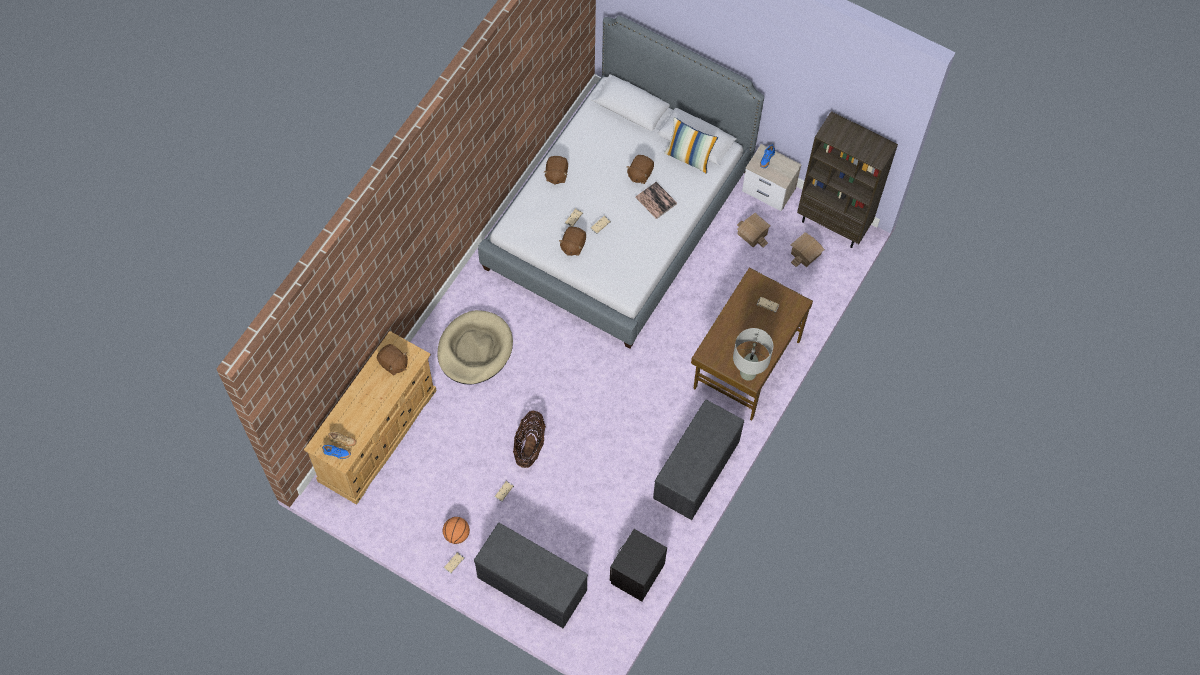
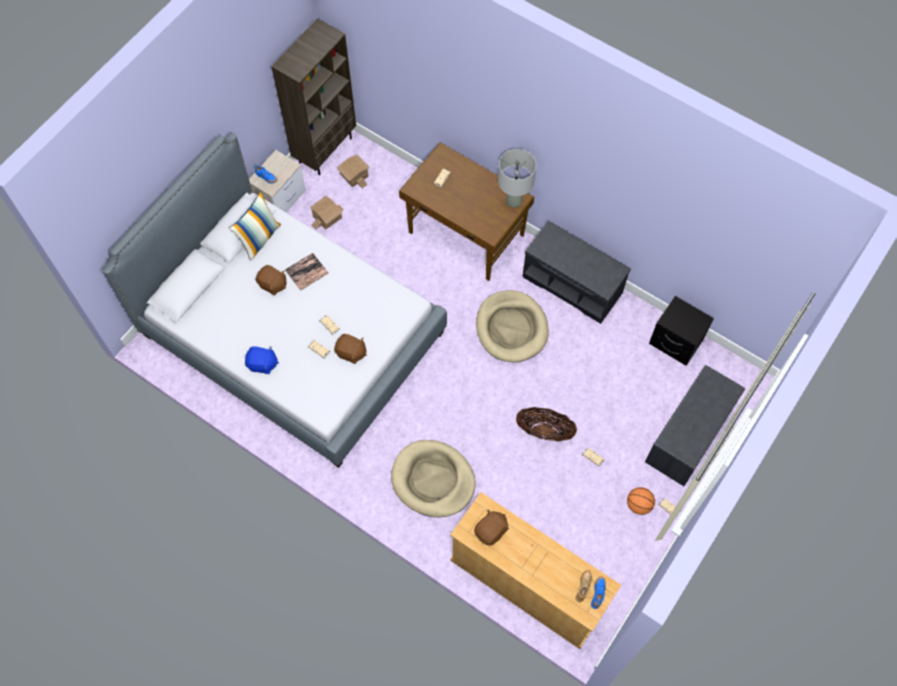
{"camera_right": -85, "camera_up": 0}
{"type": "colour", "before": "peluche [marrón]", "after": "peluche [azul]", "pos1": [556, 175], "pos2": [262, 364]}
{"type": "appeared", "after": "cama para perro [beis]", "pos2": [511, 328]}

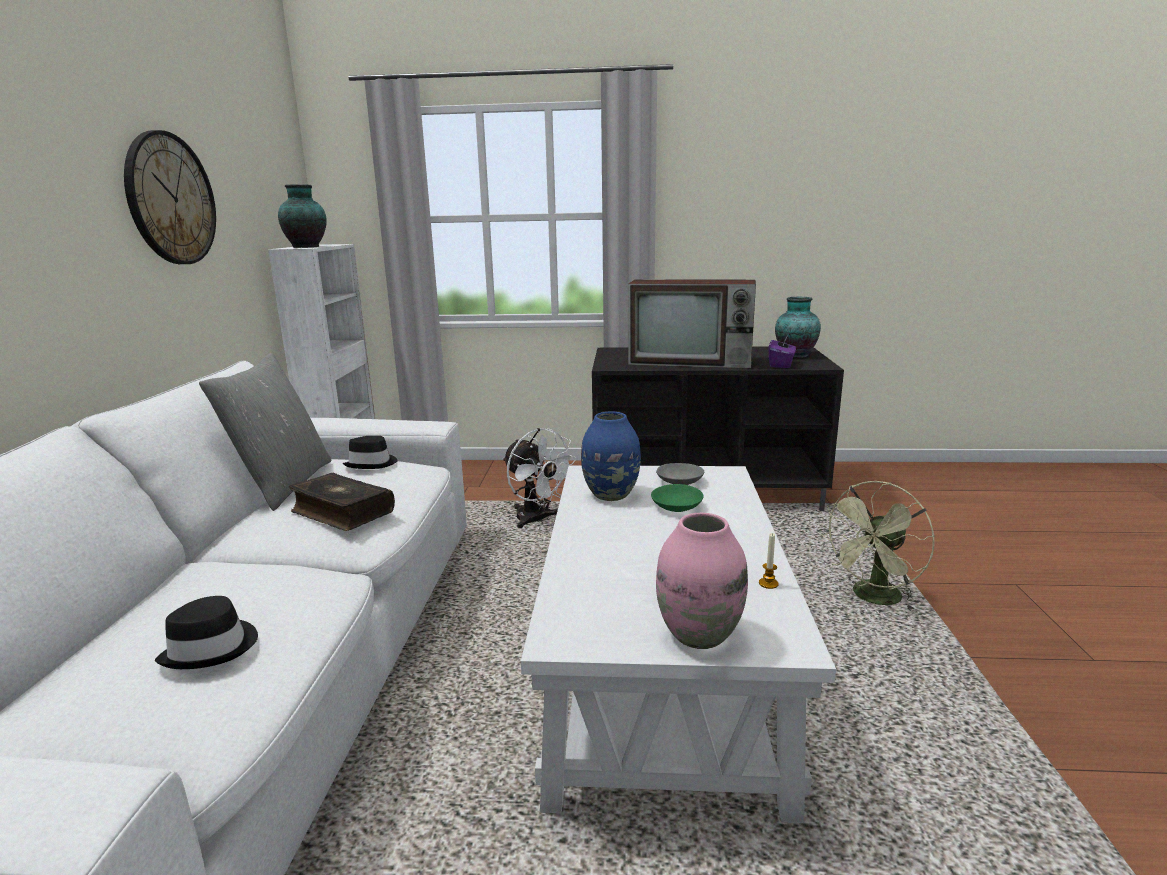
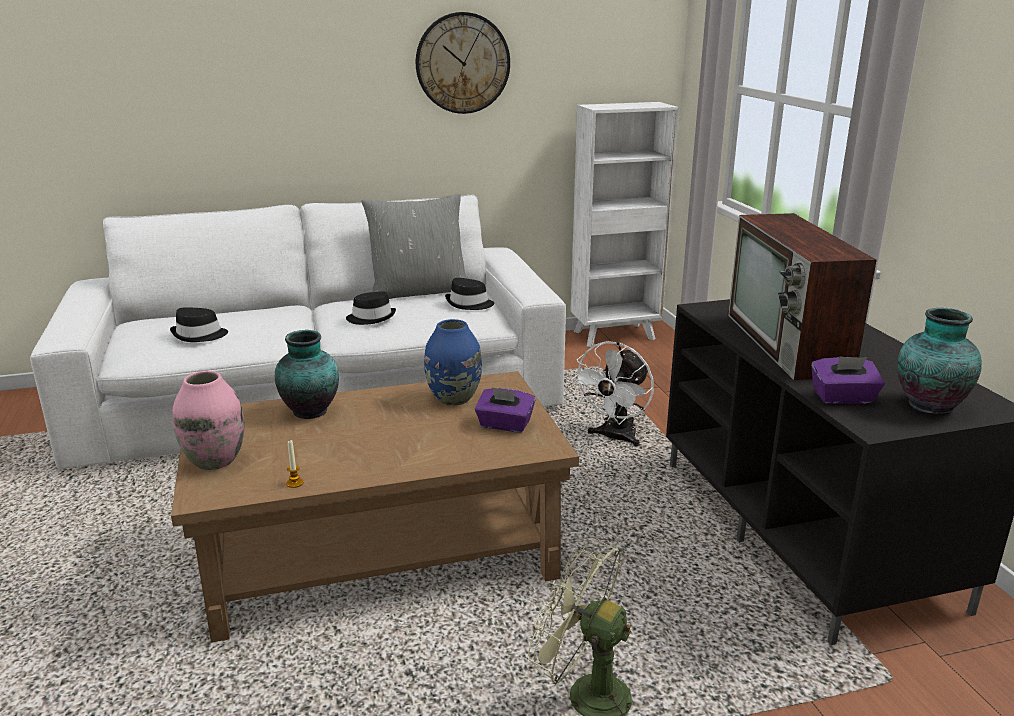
{"camera_right": 70, "camera_up": 5}
{"type": "relocated", "before": "florero", "pos1": [307, 247], "pos2": [311, 412]}
{"type": "exchanged", "before": "libro", "after": "sombrero [negro]", "pos1": [341, 512], "pos2": [371, 318]}
{"type": "colour", "before": "mesa de centro [blanco]", "after": "mesa de centro [marrón]", "pos1": [659, 671], "pos2": [381, 551]}
{"type": "missing", "before": "cuenco [verde]", "pos1": [676, 507]}
{"type": "exchanged", "before": "cuenco [gris]", "after": "caja de pañuelos [morado]", "pos1": [679, 482], "pos2": [504, 425]}

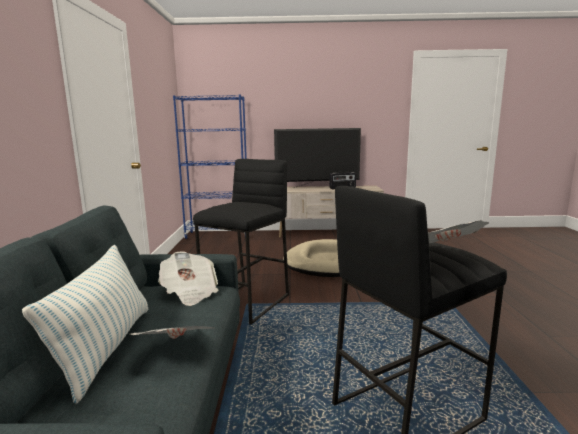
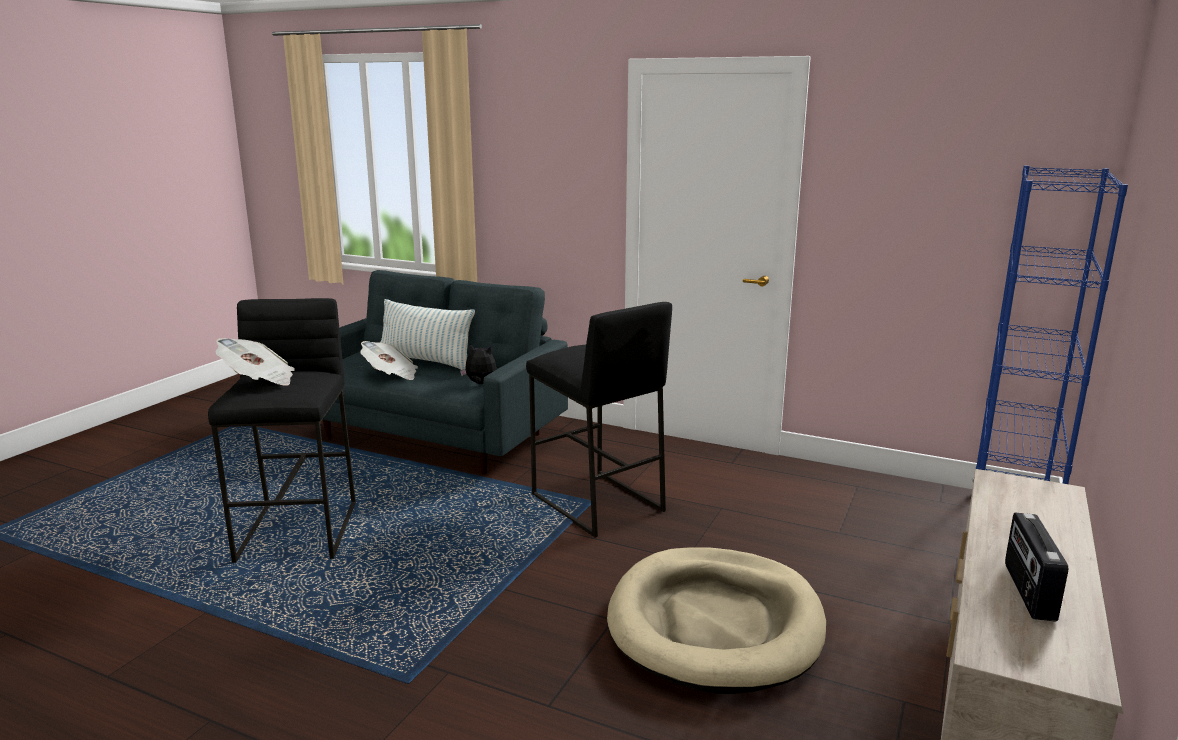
{"camera_right": 115, "camera_up": 5}
{"type": "exchanged", "before": "periódico", "after": "peluche", "pos1": [190, 292], "pos2": [480, 384]}
{"type": "missing", "before": "televisor", "pos1": [317, 187]}

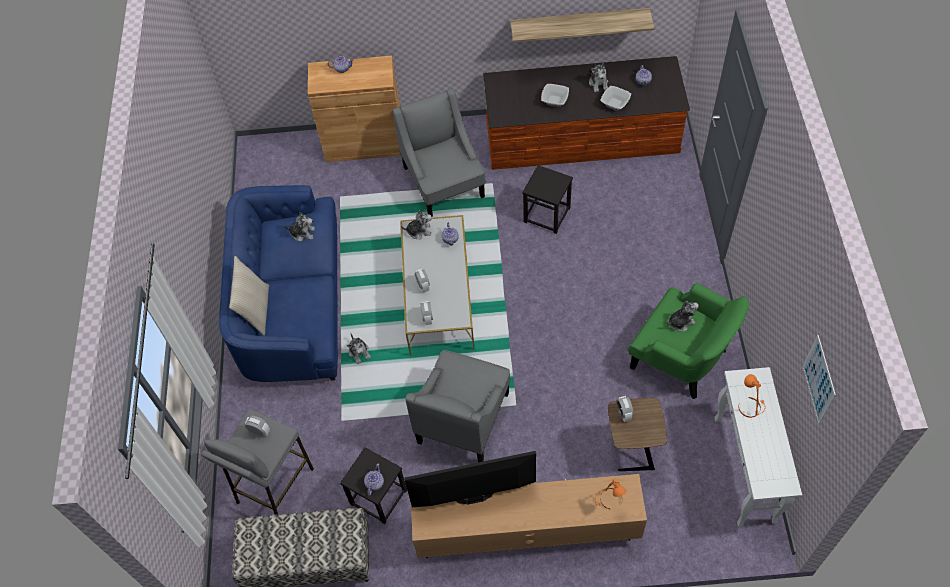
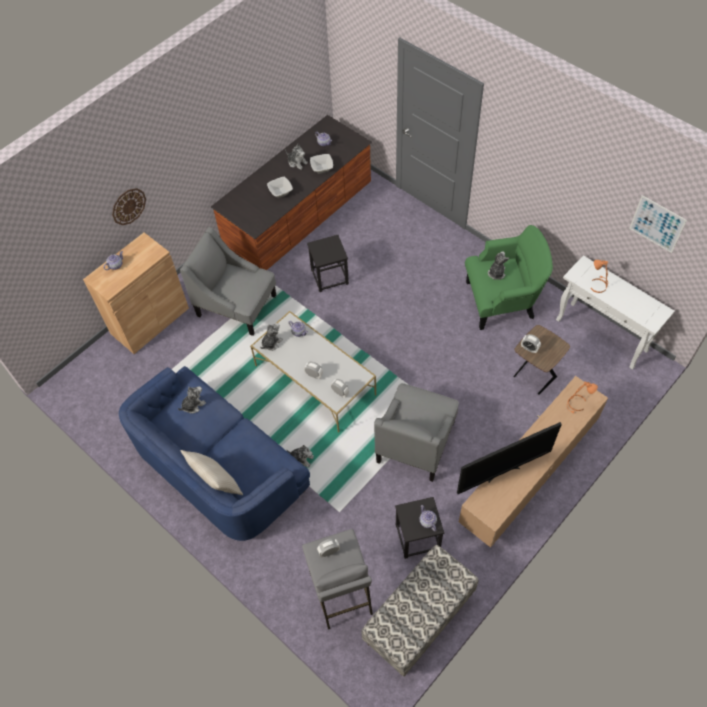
{"camera_right": -45, "camera_up": 0}
{"type": "spun", "before": "televisor", "pos1": [474, 498], "pos2": [502, 472], "turn": -150}
{"type": "spun", "before": "sillón [gris]", "pos1": [463, 417], "pos2": [415, 442], "turn": 45}
{"type": "missing", "before": "estante", "pos1": [579, 23]}
{"type": "appeared", "after": "reloj de pared", "pos2": [128, 206]}

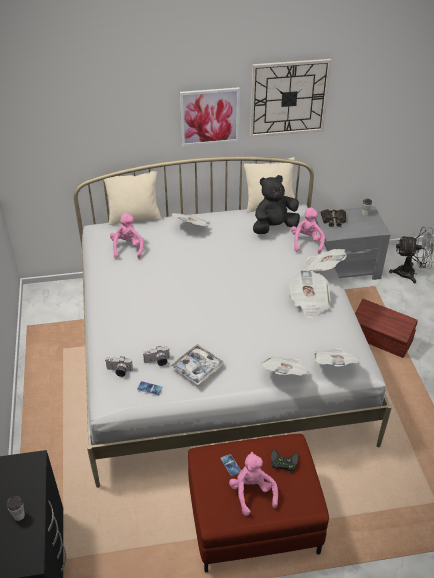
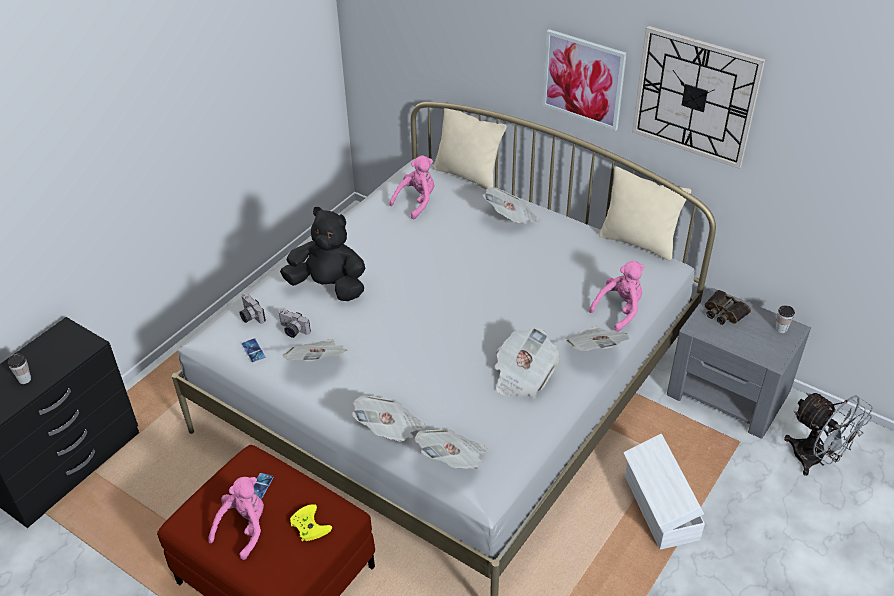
{"camera_right": 45, "camera_up": 0}
{"type": "exchanged", "before": "bandeja", "after": "periódico", "pos1": [197, 368], "pos2": [318, 362]}
{"type": "relocated", "before": "peluche [negro]", "pos1": [274, 227], "pos2": [329, 286]}
{"type": "colour", "before": "mando de consola [negro]", "after": "mando de consola [amarillo]", "pos1": [283, 462], "pos2": [308, 525]}
{"type": "colour", "before": "caja de almacenaje [marrón]", "after": "caja de almacenaje [blanco]", "pos1": [381, 339], "pos2": [660, 508]}

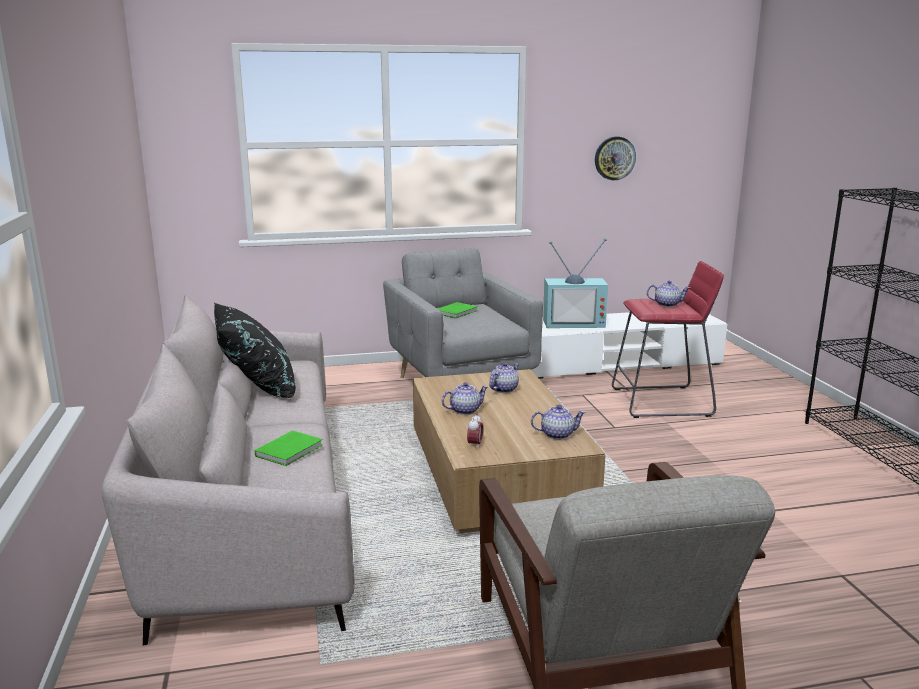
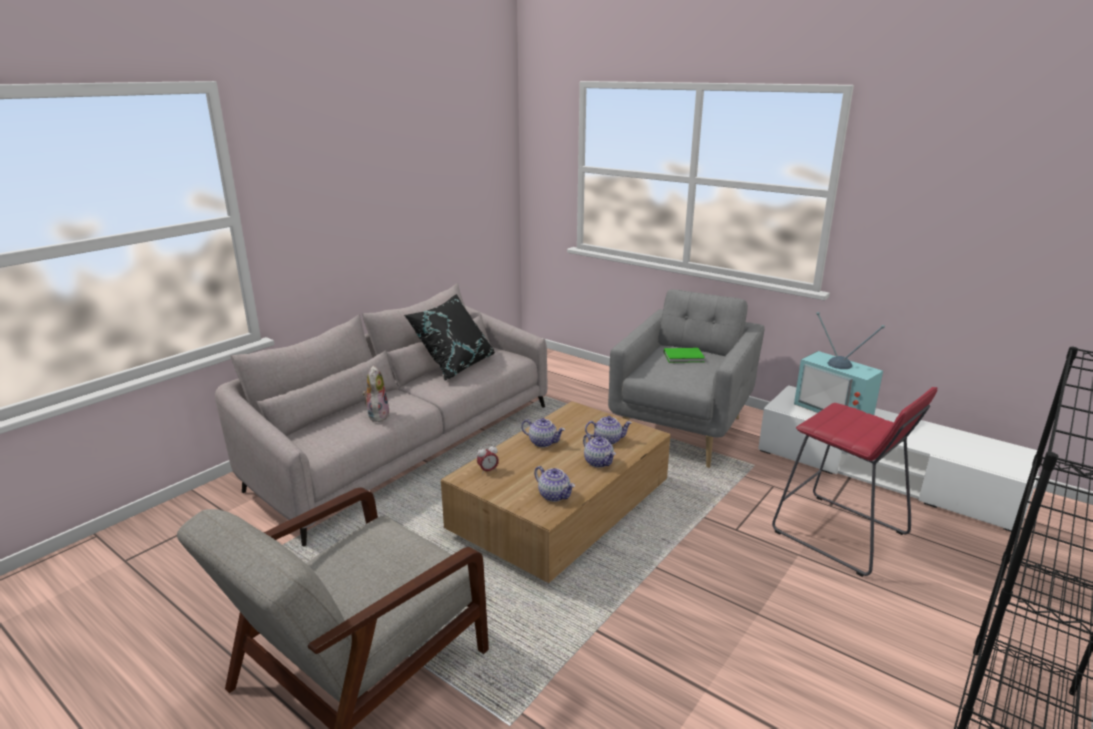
{"camera_right": 50, "camera_up": 5}
{"type": "exchanged", "before": "libro [verde]", "after": "peluche", "pos1": [291, 450], "pos2": [377, 415]}
{"type": "missing", "before": "reloj de pared", "pos1": [614, 158]}
{"type": "relocated", "before": "tetera", "pos1": [667, 304], "pos2": [599, 462]}

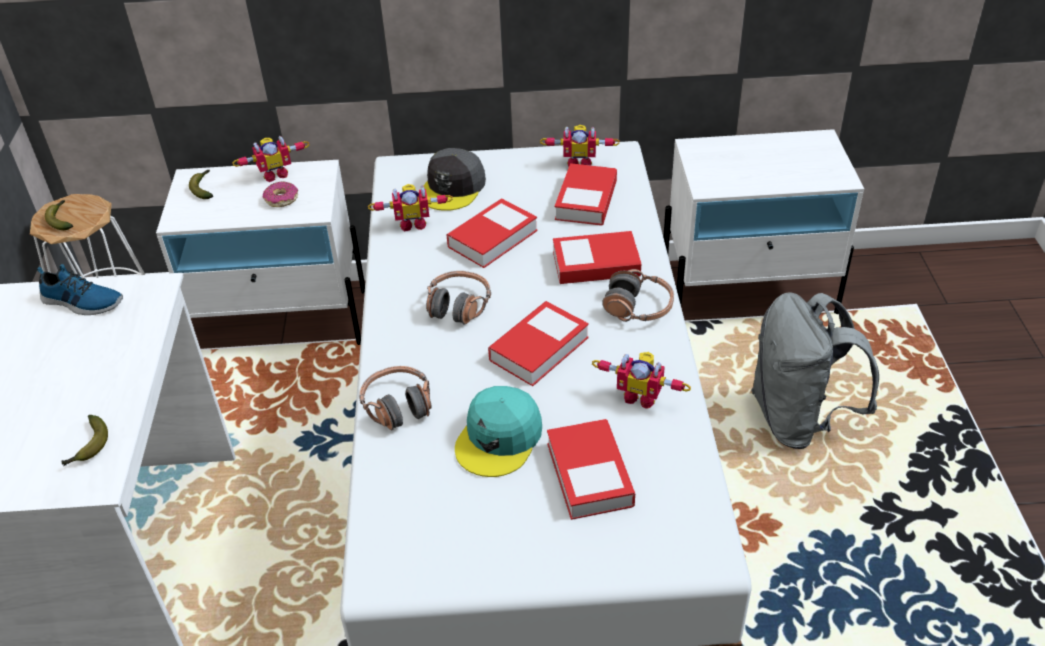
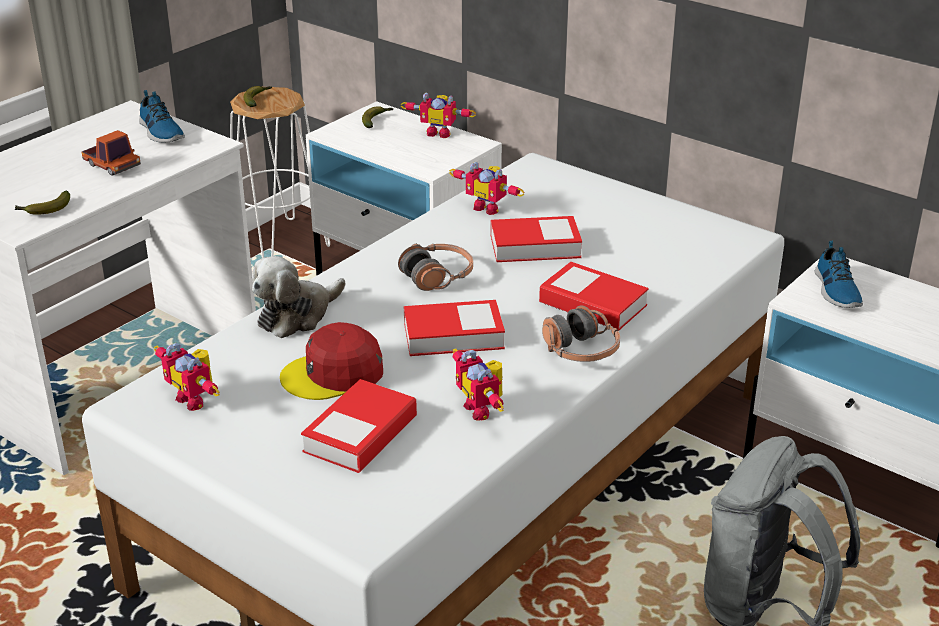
{"camera_right": 40, "camera_up": -10}
{"type": "missing", "before": "rosquilla", "pos1": [281, 199]}
{"type": "exchanged", "before": "auriculares", "after": "peluche", "pos1": [398, 406], "pos2": [297, 315]}
{"type": "missing", "before": "gorra [gris]", "pos1": [453, 188]}
{"type": "colour", "before": "gorra [turquesa]", "after": "gorra [rojo]", "pos1": [499, 438], "pos2": [333, 374]}
{"type": "relocated", "before": "robot de juguete", "pos1": [579, 162], "pos2": [195, 399]}
{"type": "missing", "before": "libro", "pos1": [586, 200]}
{"type": "appeared", "after": "camión de juguete", "pos2": [112, 165]}
{"type": "appeared", "after": "zapato", "pos2": [835, 290]}

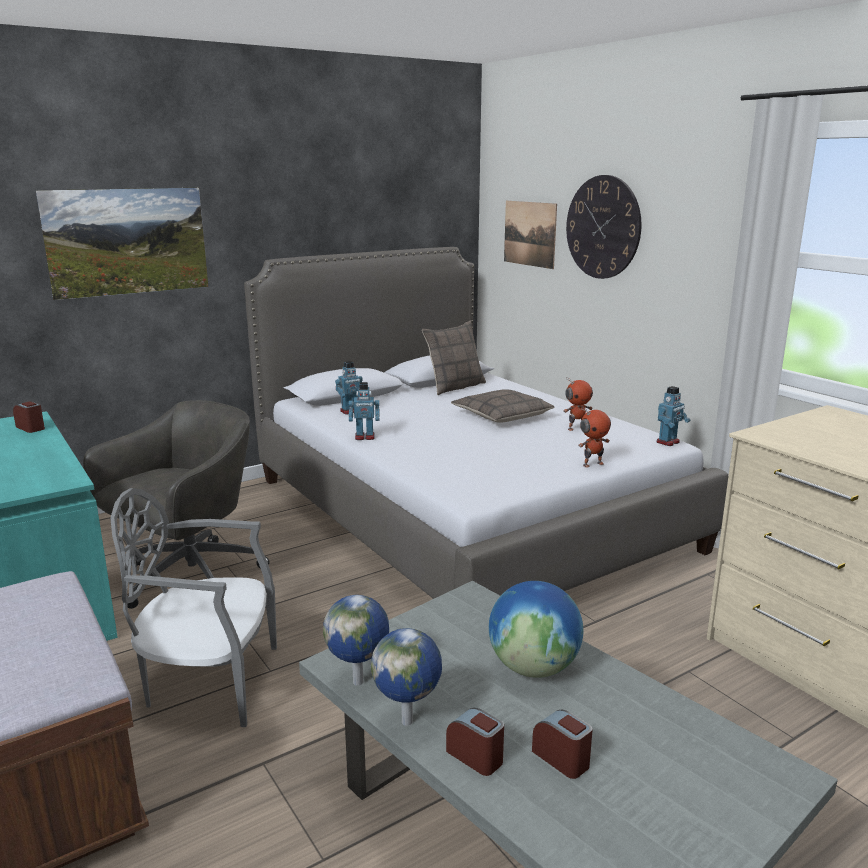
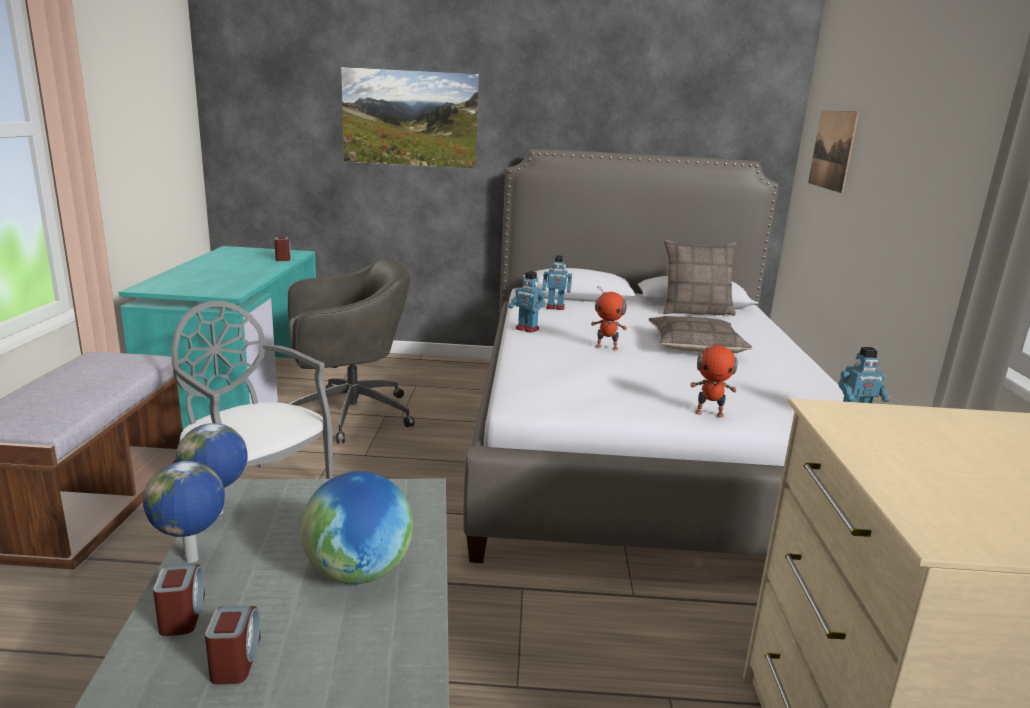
{"camera_right": 35, "camera_up": 0}
{"type": "relocated", "before": "robot de juguete", "pos1": [576, 428], "pos2": [607, 347]}
{"type": "missing", "before": "reloj de pared", "pos1": [603, 227]}

